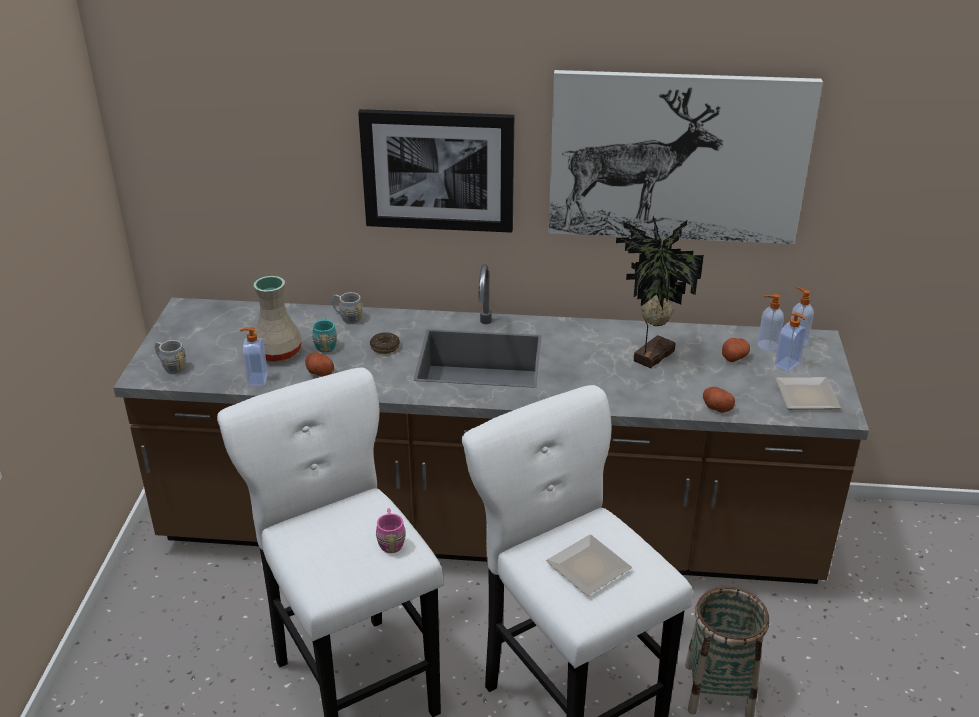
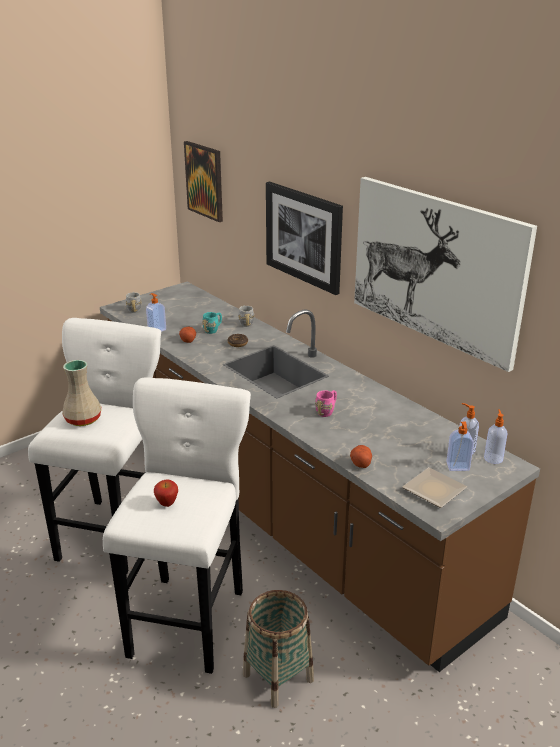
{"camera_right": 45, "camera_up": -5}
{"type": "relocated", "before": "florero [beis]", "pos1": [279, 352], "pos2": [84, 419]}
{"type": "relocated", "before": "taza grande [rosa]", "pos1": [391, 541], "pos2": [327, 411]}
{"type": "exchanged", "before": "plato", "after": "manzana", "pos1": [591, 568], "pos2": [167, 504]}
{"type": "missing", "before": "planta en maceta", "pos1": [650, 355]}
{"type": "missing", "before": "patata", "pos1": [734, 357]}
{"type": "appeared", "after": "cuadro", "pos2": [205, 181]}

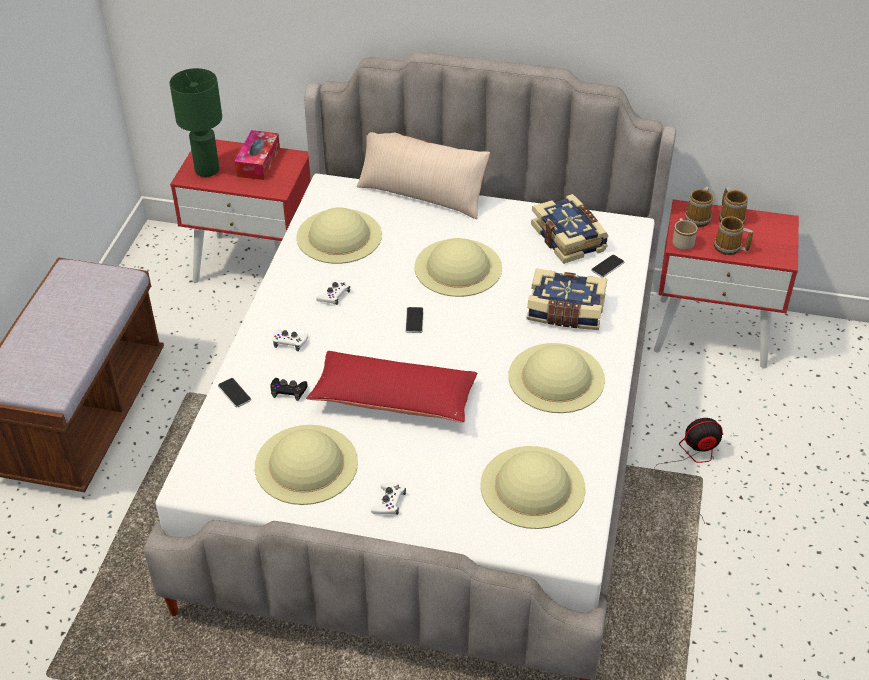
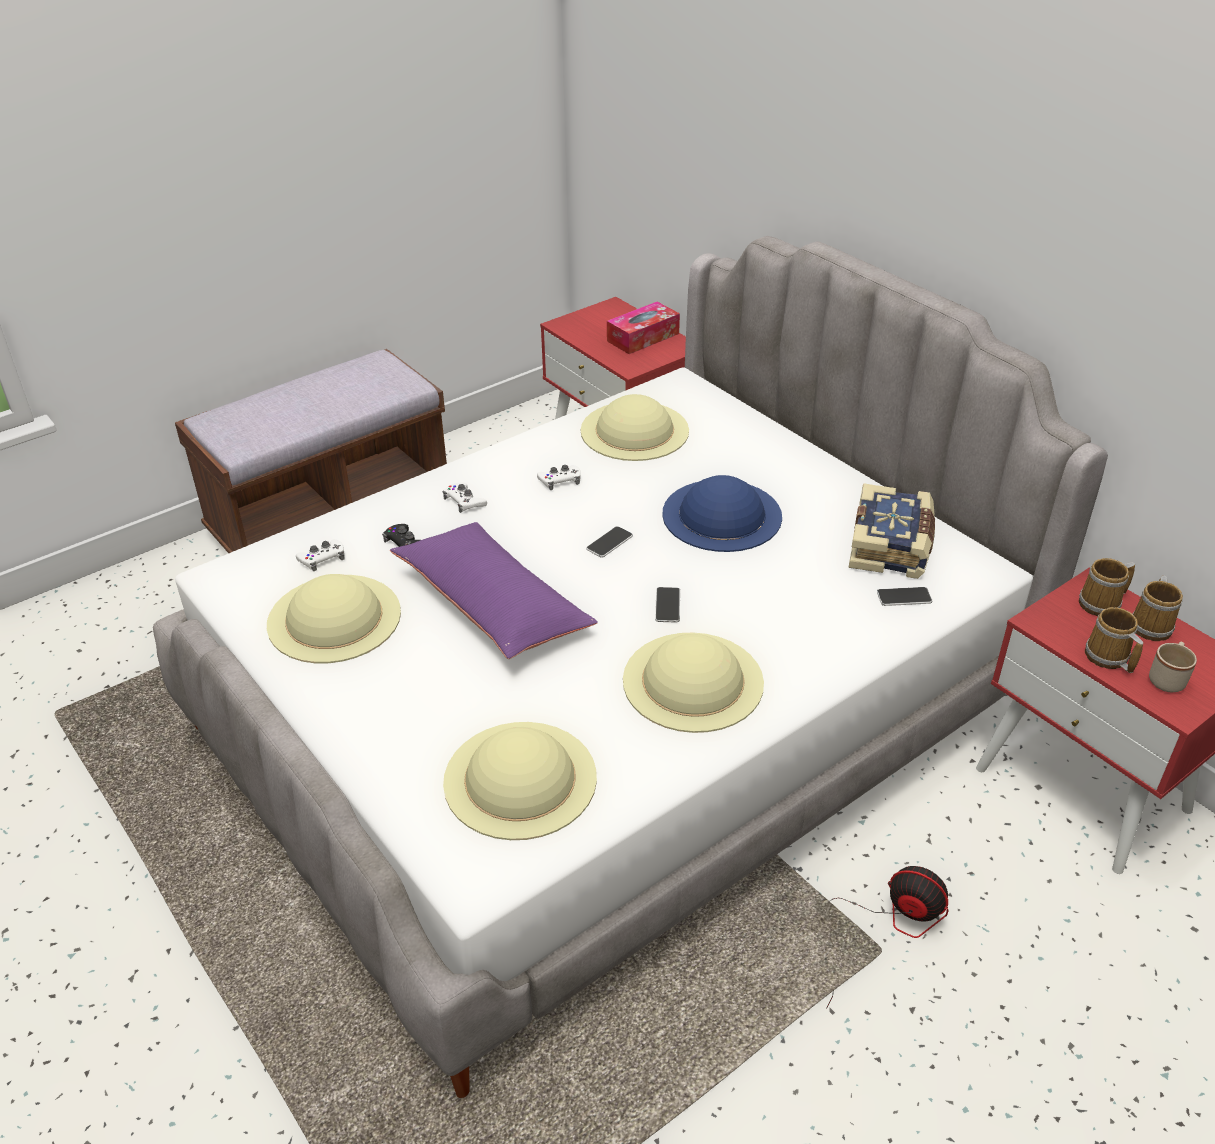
{"camera_right": 40, "camera_up": -5}
{"type": "missing", "before": "lámpara de mesa [verde]", "pos1": [207, 170]}
{"type": "relocated", "before": "móvil", "pos1": [234, 393], "pos2": [667, 605]}
{"type": "colour", "before": "cojín [rojo]", "after": "cojín [morado]", "pos1": [393, 398], "pos2": [492, 605]}
{"type": "missing", "before": "cojín [beis]", "pos1": [422, 194]}
{"type": "relocated", "before": "mando de consola [blanco]", "pos1": [389, 502], "pos2": [322, 559]}
{"type": "colour", "before": "sombrero [beis]", "after": "sombrero [azul]", "pos1": [458, 267], "pos2": [721, 515]}
{"type": "missing", "before": "libro", "pos1": [565, 312]}
{"type": "relocated", "before": "taza grande [beis]", "pos1": [682, 242], "pos2": [1168, 678]}

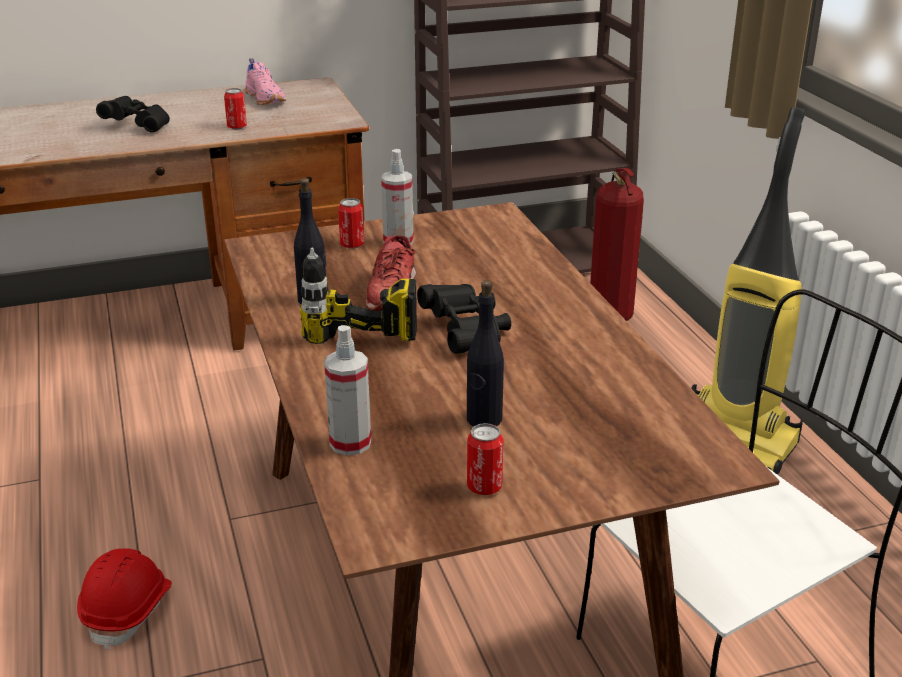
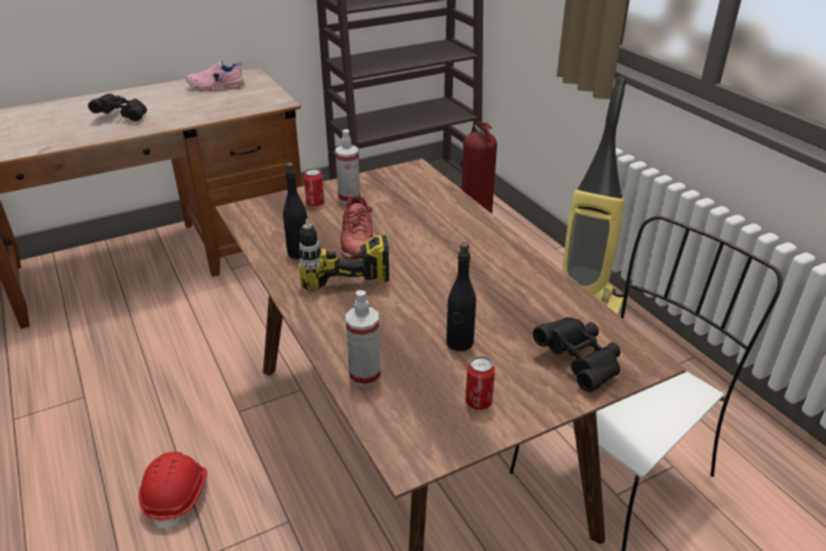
{"camera_right": -10, "camera_up": 5}
{"type": "missing", "before": "lata", "pos1": [237, 127]}
{"type": "spun", "before": "zapato [rosa]", "pos1": [266, 99], "pos2": [216, 87], "turn": 120}
{"type": "relocated", "before": "prismáticos [negro]", "pos1": [466, 332], "pos2": [579, 363]}

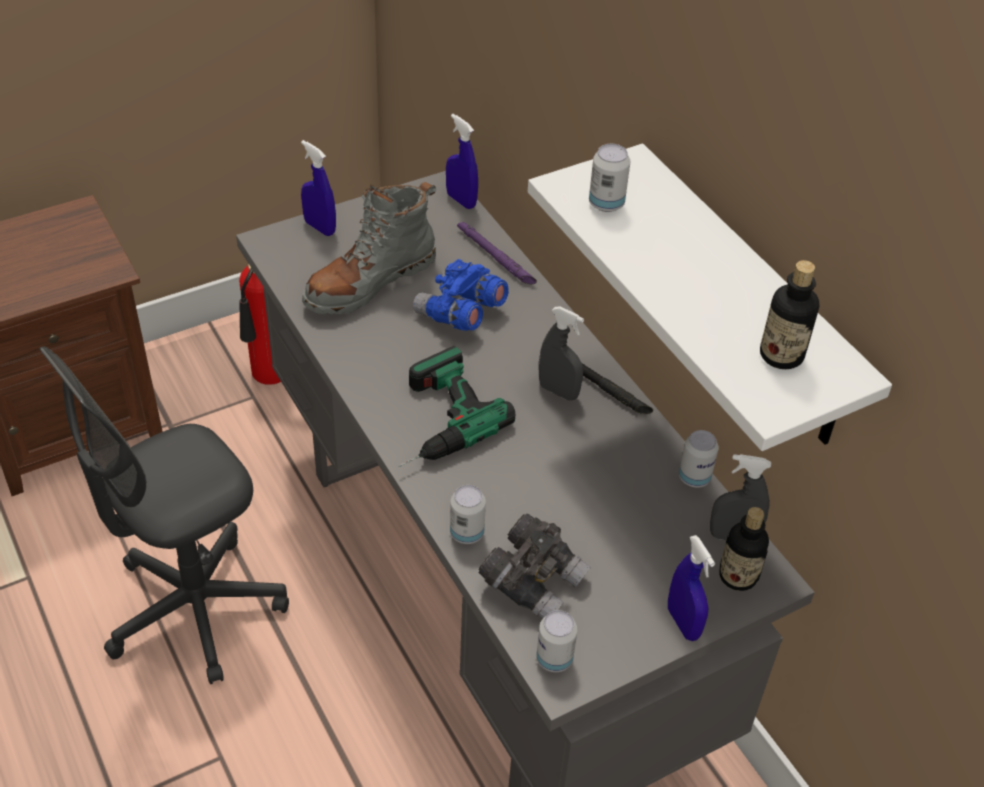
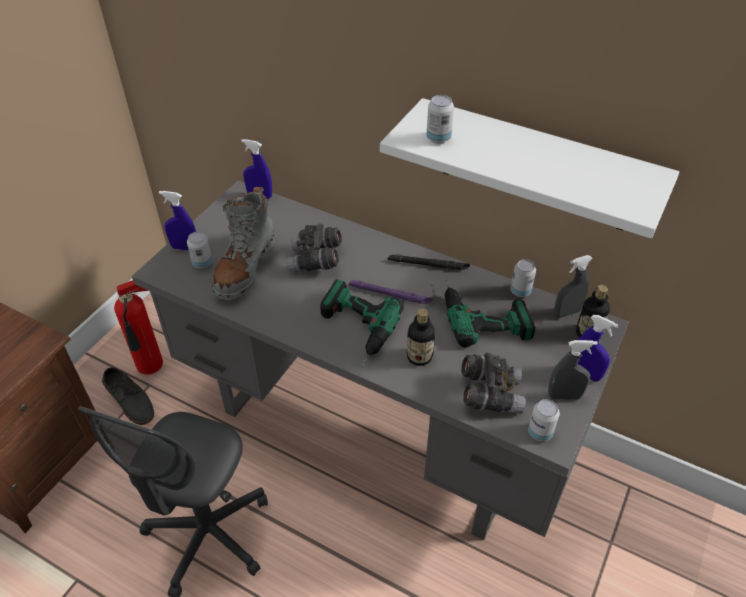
{"camera_right": -30, "camera_up": 0}
{"type": "colour", "before": "prismáticos [azul]", "after": "prismáticos [gris]", "pos1": [460, 314], "pos2": [315, 261]}
{"type": "relocated", "before": "lata", "pos1": [467, 533], "pos2": [202, 263]}
{"type": "relocated", "before": "linterna [morado]", "pos1": [495, 257], "pos2": [389, 294]}
{"type": "relocated", "before": "pulverizador [gris]", "pos1": [558, 391], "pos2": [564, 396]}
{"type": "relocated", "before": "botella", "pos1": [781, 355], "pos2": [419, 357]}
{"type": "appeared", "after": "zapato [gris]", "pos2": [130, 400]}
{"type": "appeared", "after": "taladro", "pos2": [482, 311]}

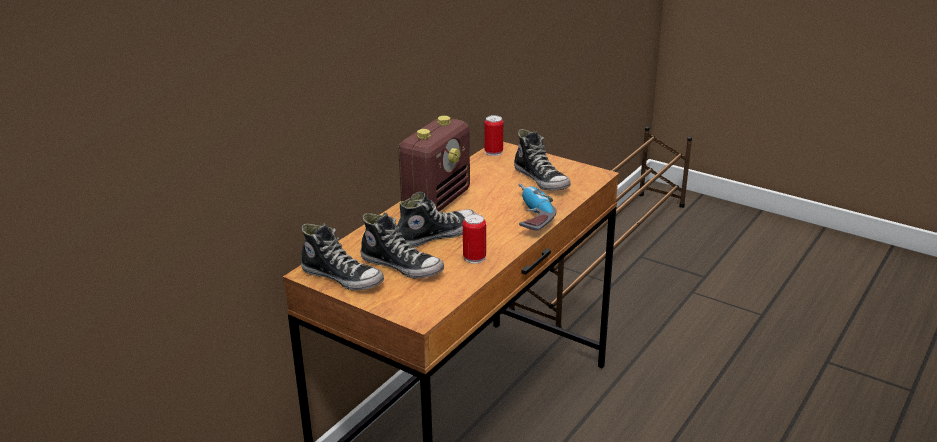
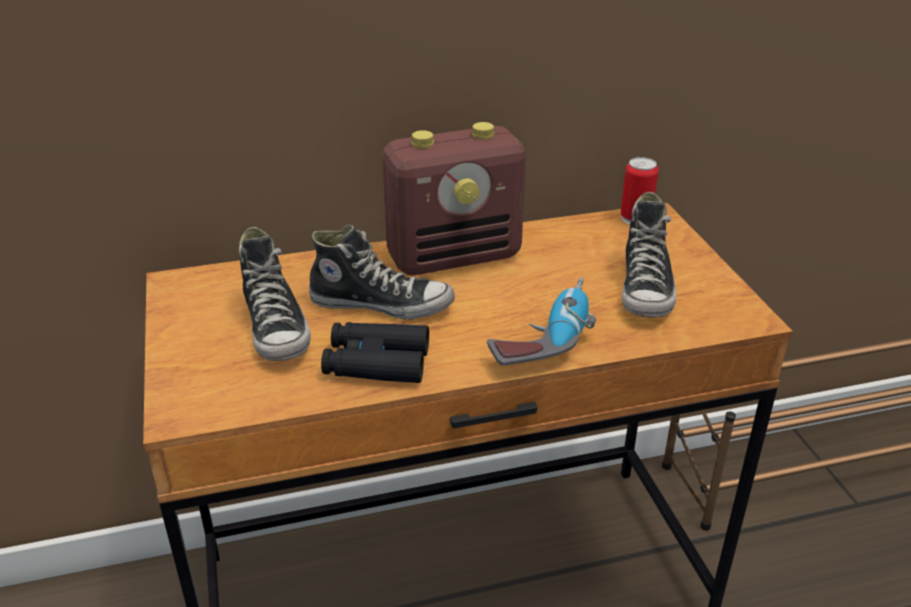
{"camera_right": 40, "camera_up": 5}
{"type": "missing", "before": "zapato", "pos1": [343, 278]}
{"type": "exchanged", "before": "lata", "after": "prismáticos [negro]", "pos1": [474, 257], "pos2": [376, 363]}

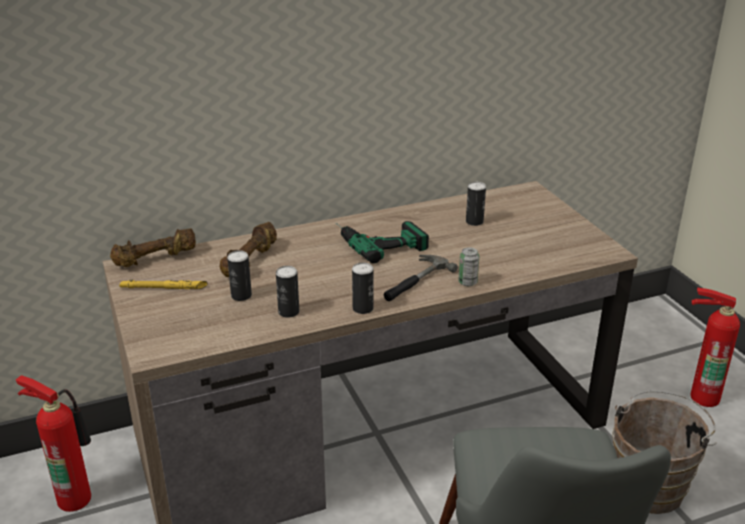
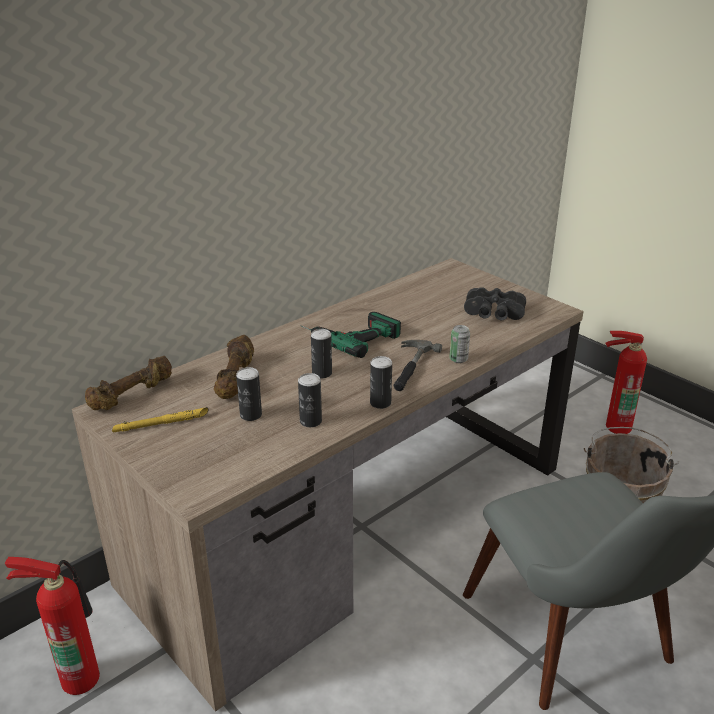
{"camera_right": -20, "camera_up": 0}
{"type": "relocated", "before": "lata", "pos1": [474, 222], "pos2": [322, 373]}
{"type": "appeared", "after": "prismáticos [negro]", "pos2": [493, 314]}

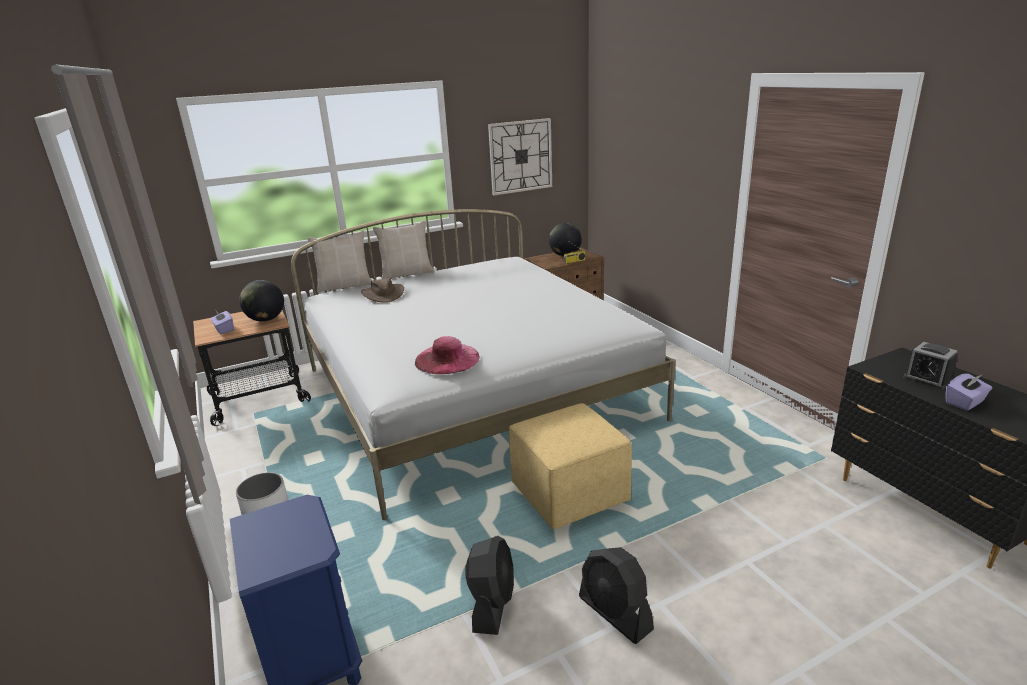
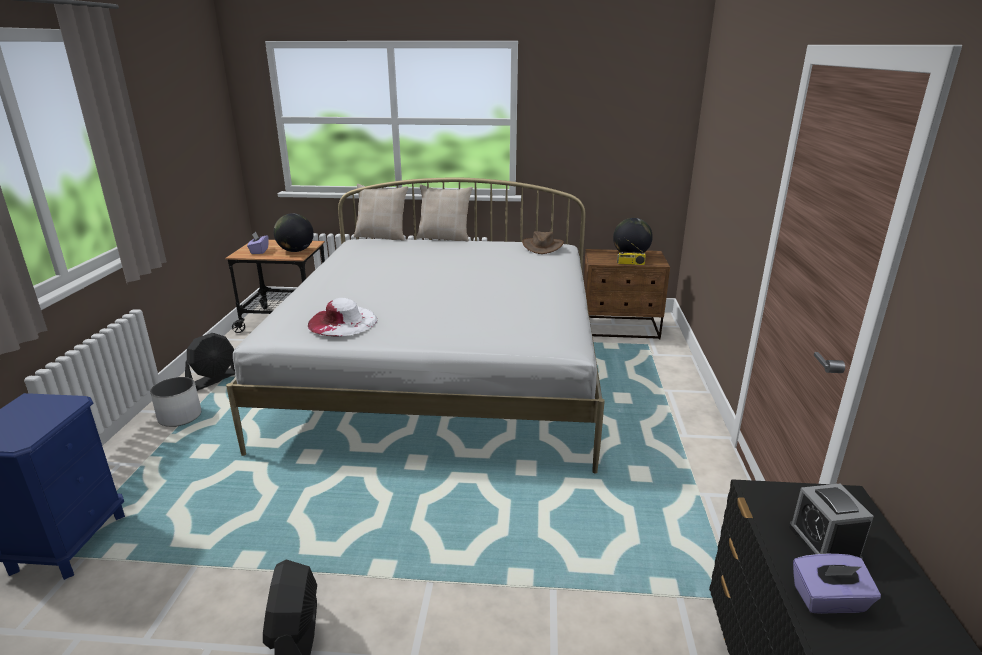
{"camera_right": 30, "camera_up": 0}
{"type": "relocated", "before": "sombrero [marrón]", "pos1": [383, 294], "pos2": [542, 246]}
{"type": "colour", "before": "sombrero [rosa]", "after": "sombrero [blanco]", "pos1": [447, 359], "pos2": [342, 321]}
{"type": "relocated", "before": "ventilador [negro]", "pos1": [492, 603], "pos2": [214, 379]}
{"type": "missing", "before": "reloj de pared", "pos1": [520, 156]}
{"type": "missing", "before": "puf [amarillo]", "pos1": [569, 494]}

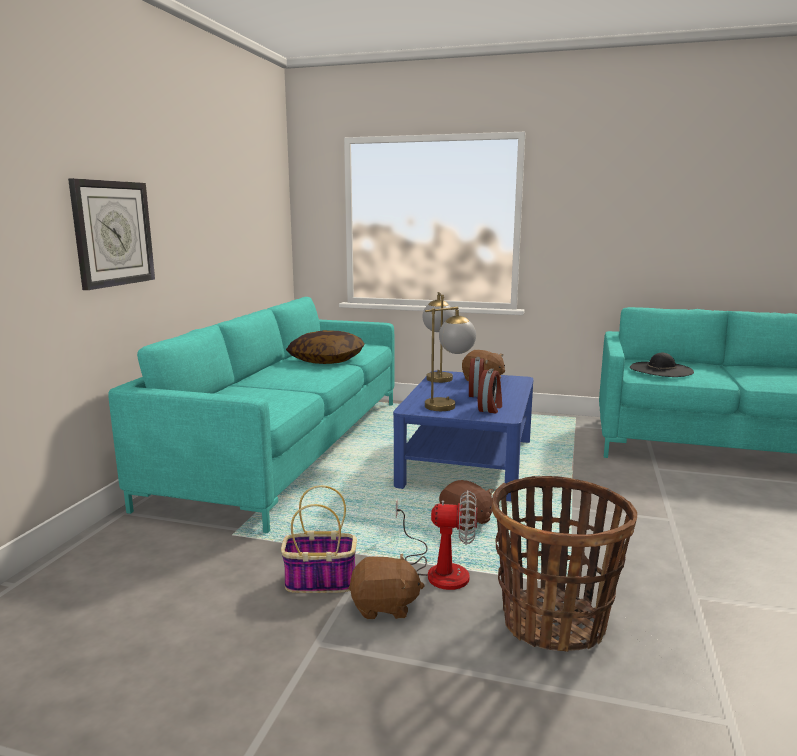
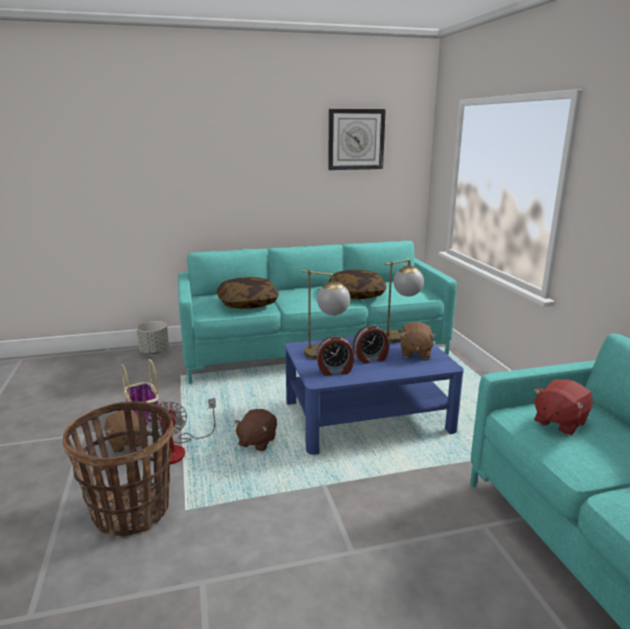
{"camera_right": 60, "camera_up": 5}
{"type": "relocated", "before": "reloj de pared", "pos1": [113, 233], "pos2": [356, 139]}
{"type": "exchanged", "before": "sombrero [negro]", "after": "peluche [rojo]", "pos1": [661, 369], "pos2": [559, 422]}
{"type": "appeared", "after": "maceta [gris]", "pos2": [154, 351]}
{"type": "appeared", "after": "cojín", "pos2": [248, 303]}

